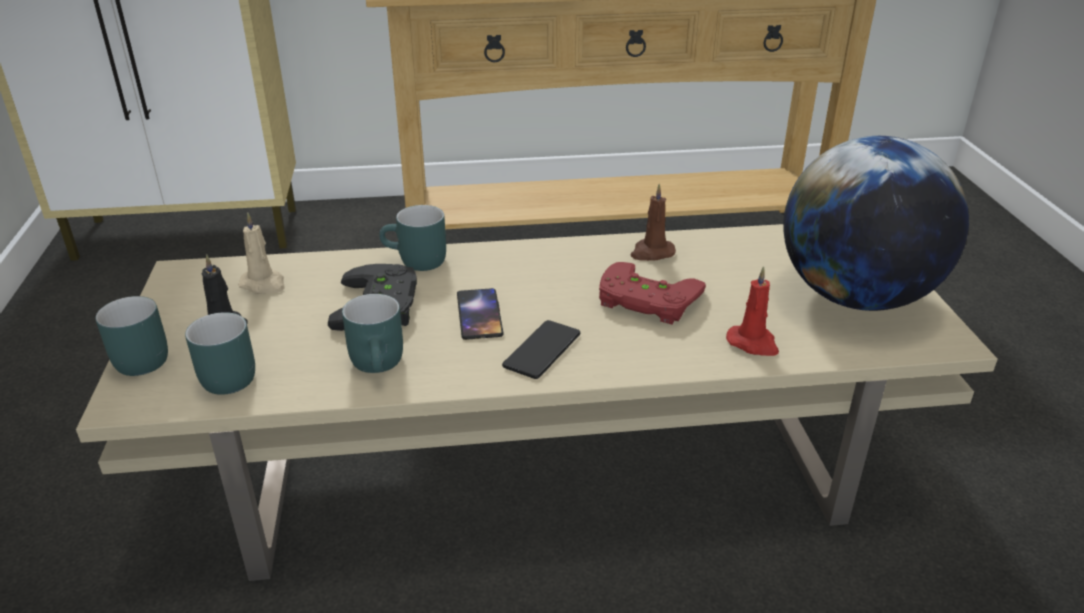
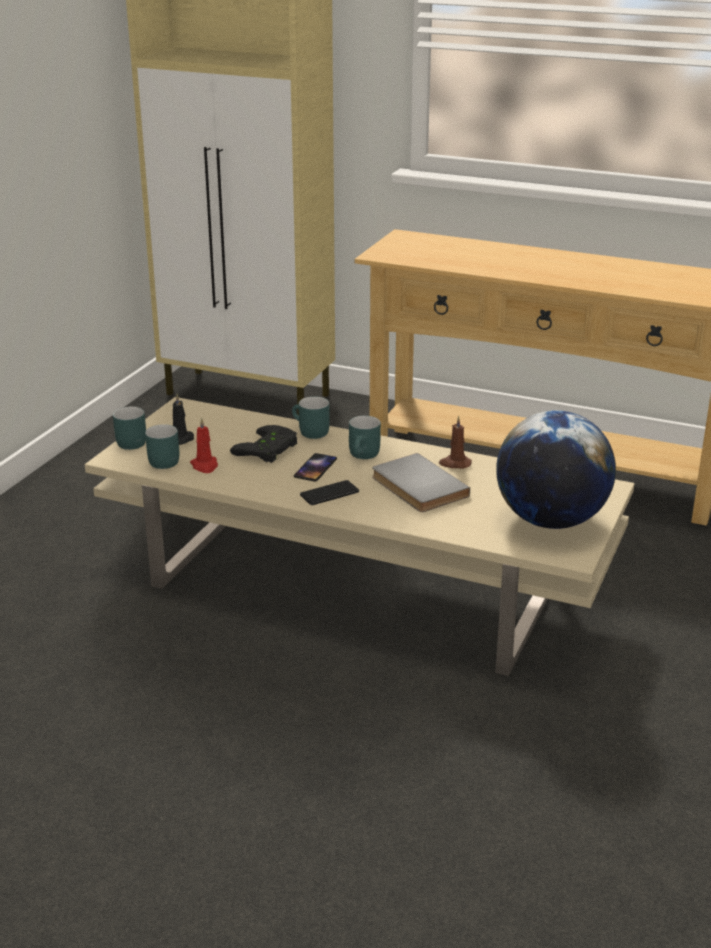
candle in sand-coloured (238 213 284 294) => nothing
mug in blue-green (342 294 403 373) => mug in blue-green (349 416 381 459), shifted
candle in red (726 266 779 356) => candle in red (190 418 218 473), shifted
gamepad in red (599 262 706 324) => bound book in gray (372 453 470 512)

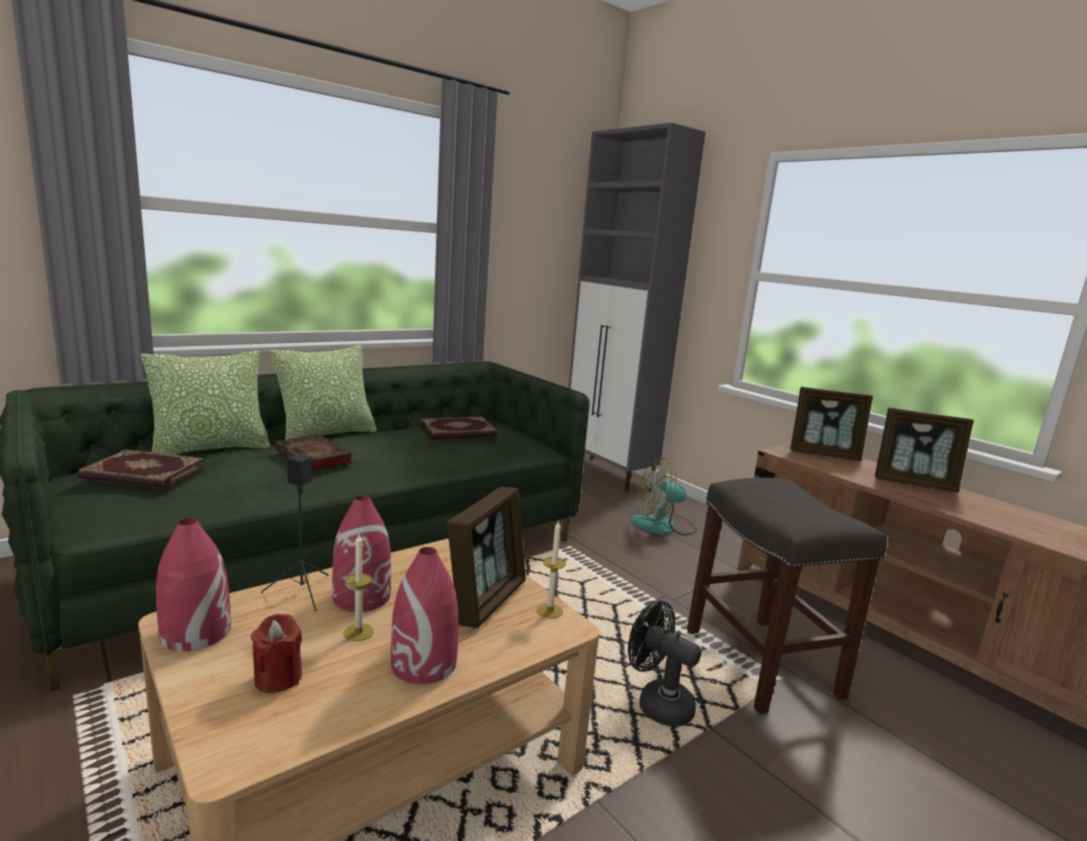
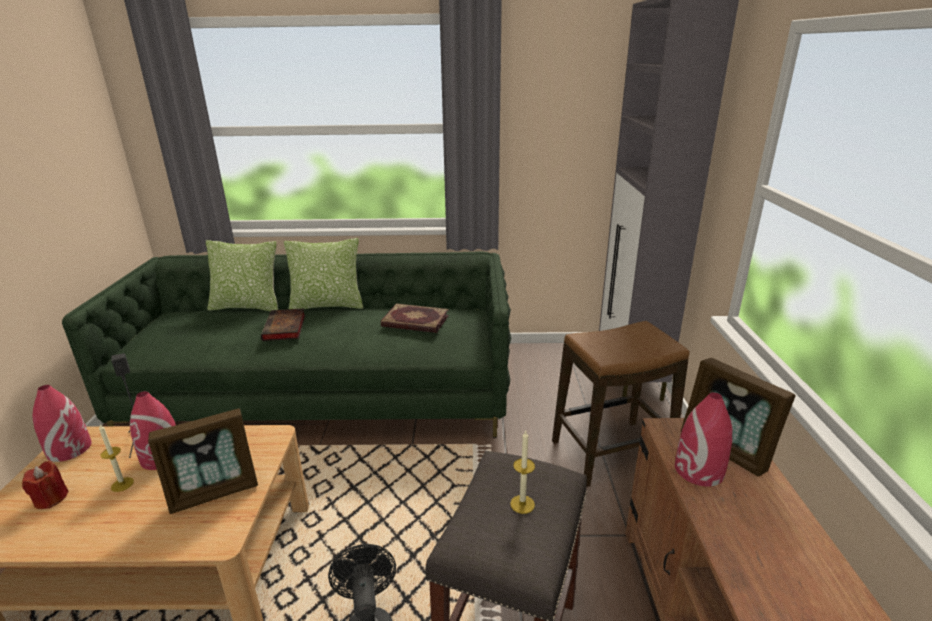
bound book (78 449 206 489) => nothing
picture frame (875 408 974 493) => nothing
vase in red (391 547 458 684) => vase in red (675 392 732 487), shifted
candle (537 520 566 619) => candle (510 431 535 514), shifted
electric fan (631 458 697 535) => sitting stool (552 321 689 487)

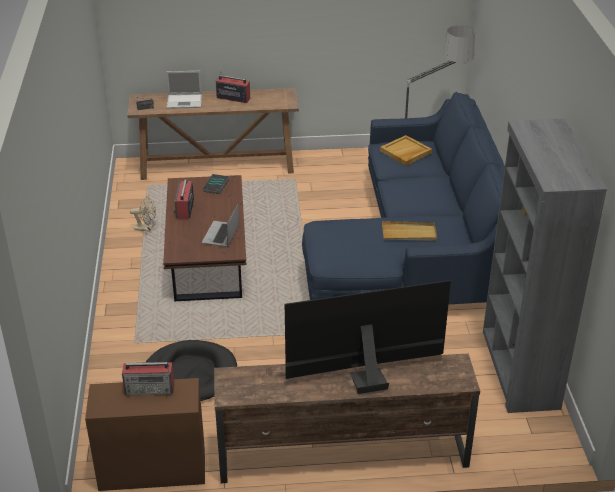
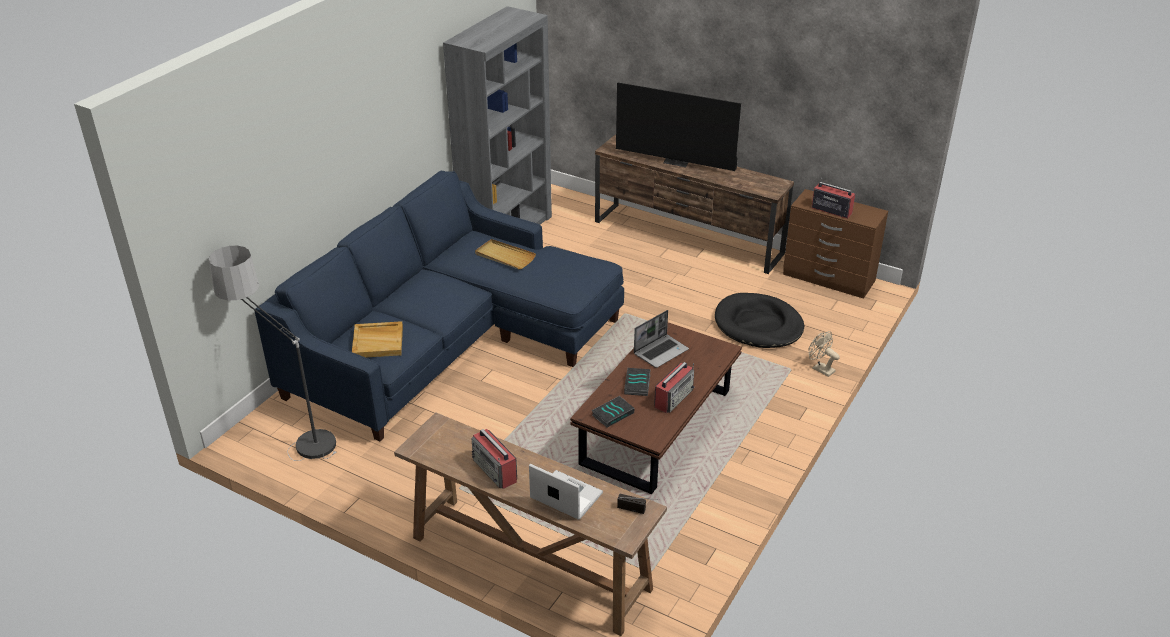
nothing => bound book (624 368 651 396)
electric fan in sand-coloured (130 196 156 232) => electric fan in sand-coloured (808 331 840 377), shifted

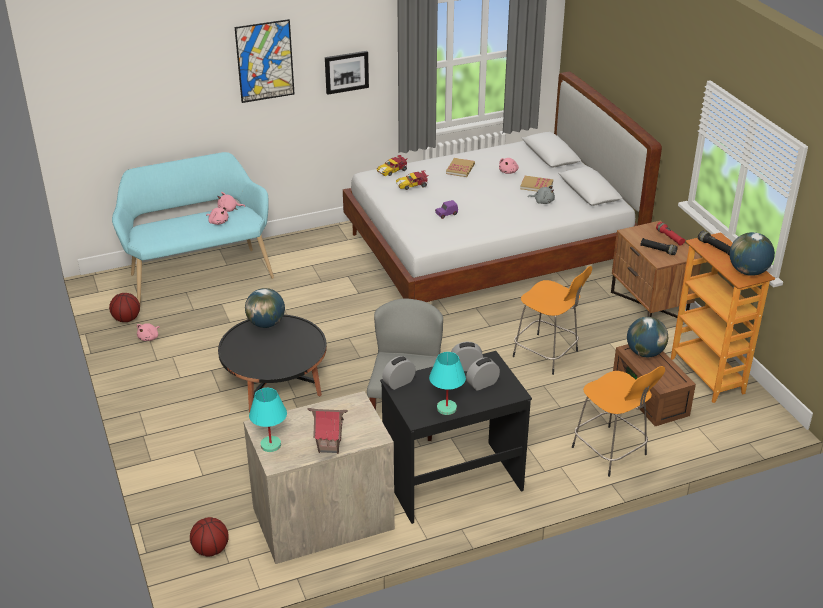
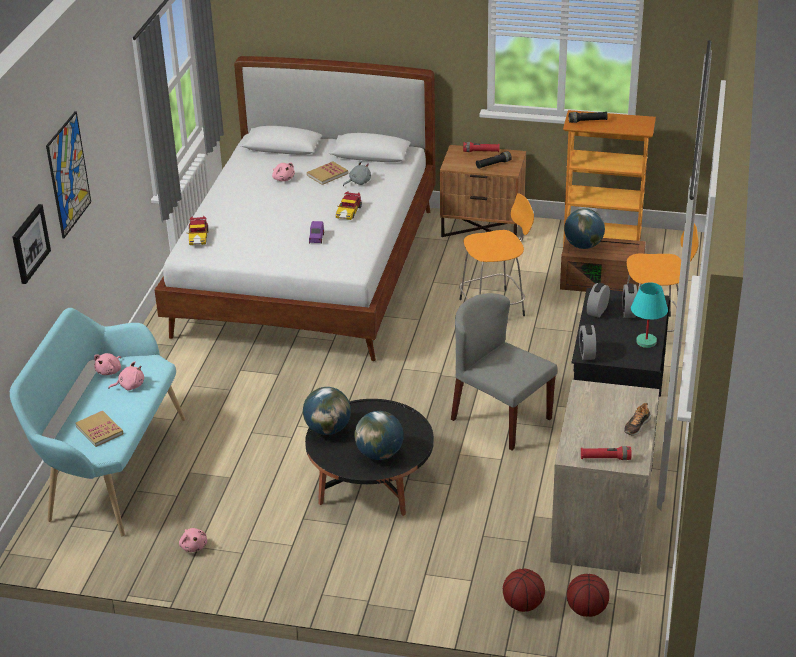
basketball (109 293 140 322) => basketball (503 569 545 612), shifted
picture (325 51 369 95) => picture (13 204 51 284), shifted
miniature car (396 171 429 190) => miniature car (336 191 362 220), shifted
bound book (446 158 475 177) => bound book (75 411 124 447), shifted
desk globe (730 232 775 276) => desk globe (354 411 404 460), shifted
tabletop lamp in blue-green (249 388 287 452) => hand torch in red (581 446 632 460)
toy house (308 408 348 454) => shoe (624 403 651 435)

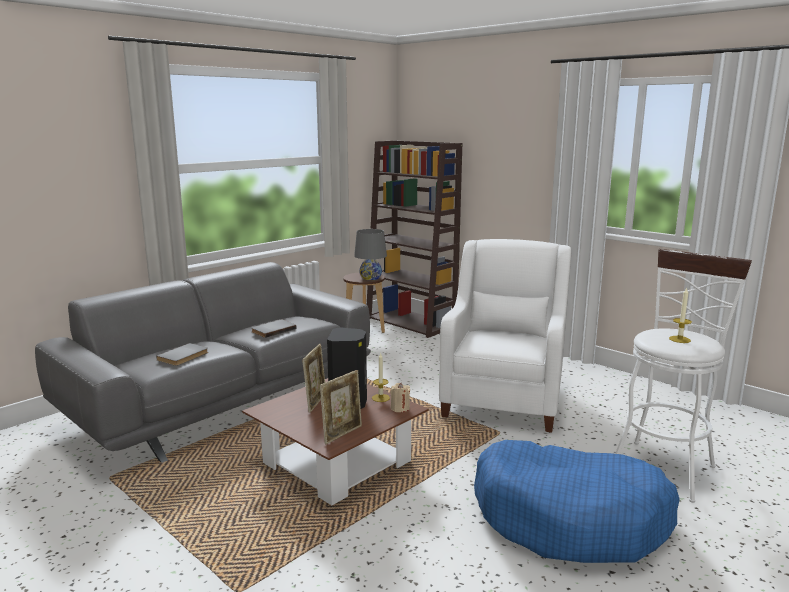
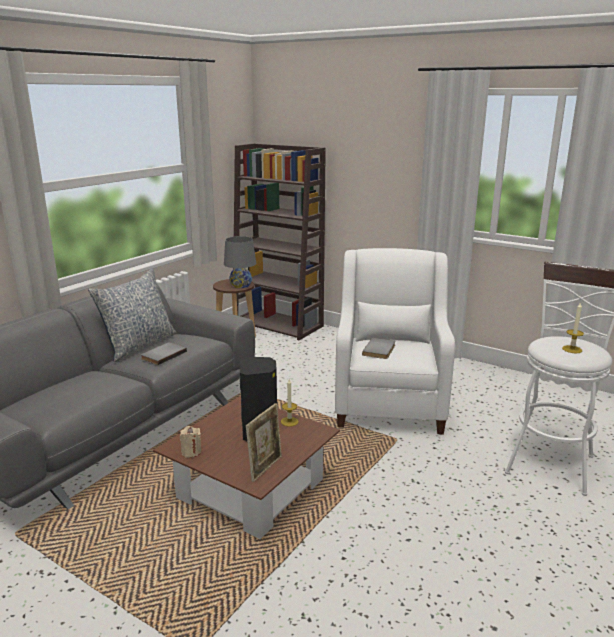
picture frame (302 344 325 413) => nothing
pet bed in blue-coloured (474 440 680 563) => nothing
nothing => throw pillow (88 269 176 362)
bound book in gray (156 343 208 366) => bound book in gray (362 337 395 359), shifted
candle in sand-coloured (390 383 410 412) => candle in sand-coloured (180 426 201 458), shifted

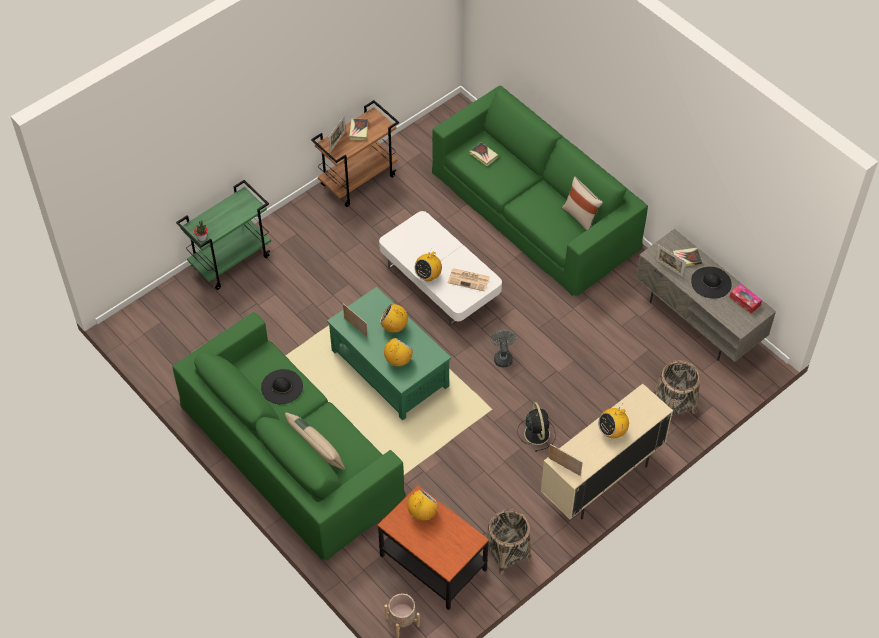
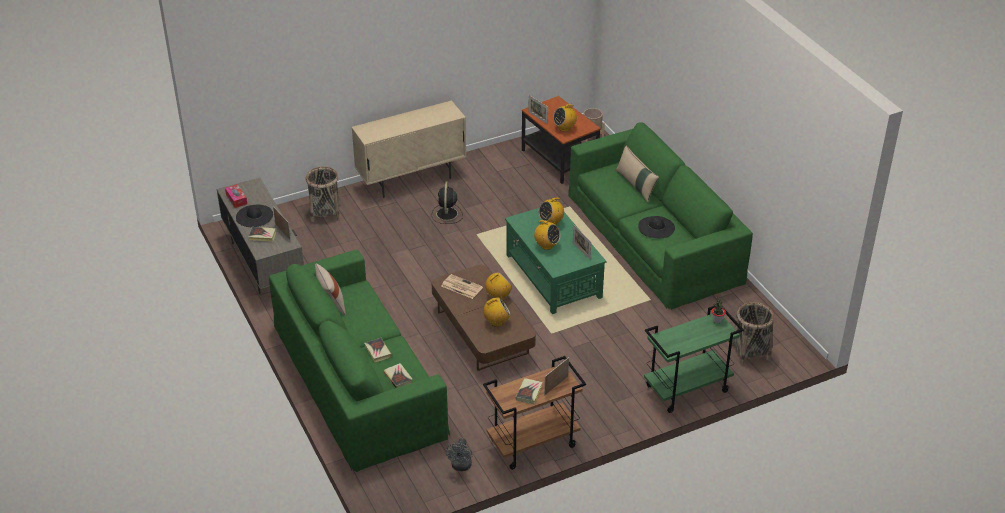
nothing => bound book (365 338 392 362)
storage basket (486 509 531 575) => storage basket (732 302 774 365), shifted
electric fan in gray (491 330 516 367) => electric fan in gray (446 438 472 471), shifted
picture frame (548 444 583 476) => picture frame (528 95 548 124), shifted
radio receiver (598 405 629 438) => radio receiver (483 298 511 327), shifted
low table in white-coloured (379 211 502 325) => low table in brown-coloured (431 265 536 371)

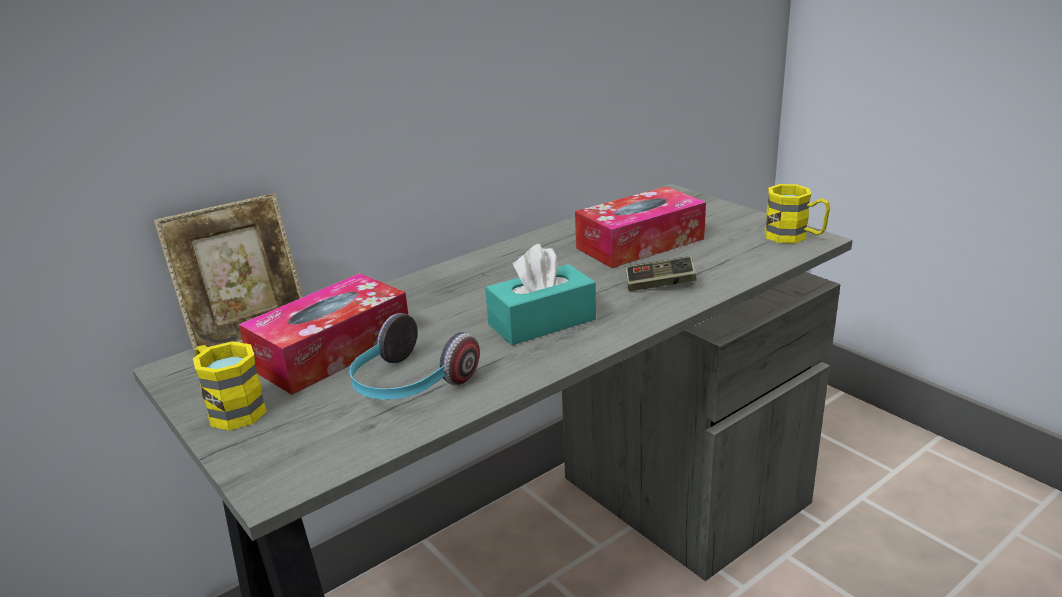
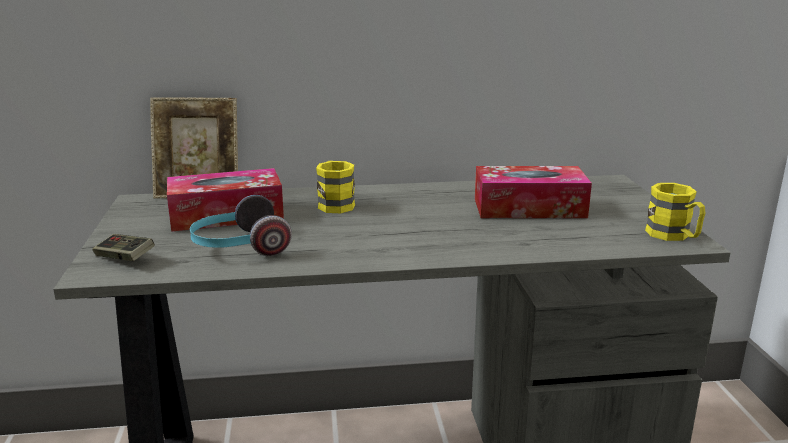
box of tissues in blue-green (485 244 596 345) => nothing
mug in yellowish (193 341 267 430) => mug in yellowish (316 161 355 213), shifted
gamepad (625 256 697 291) => gamepad (92 234 155 261), shifted

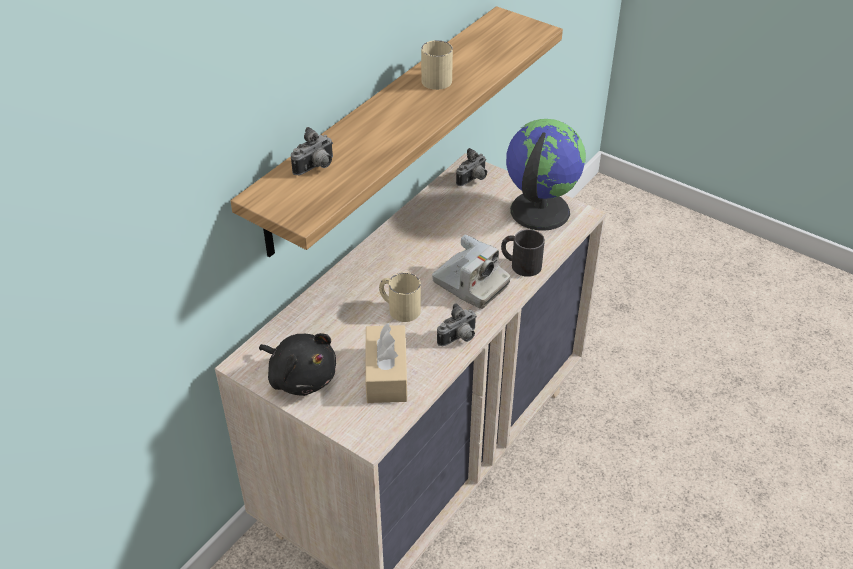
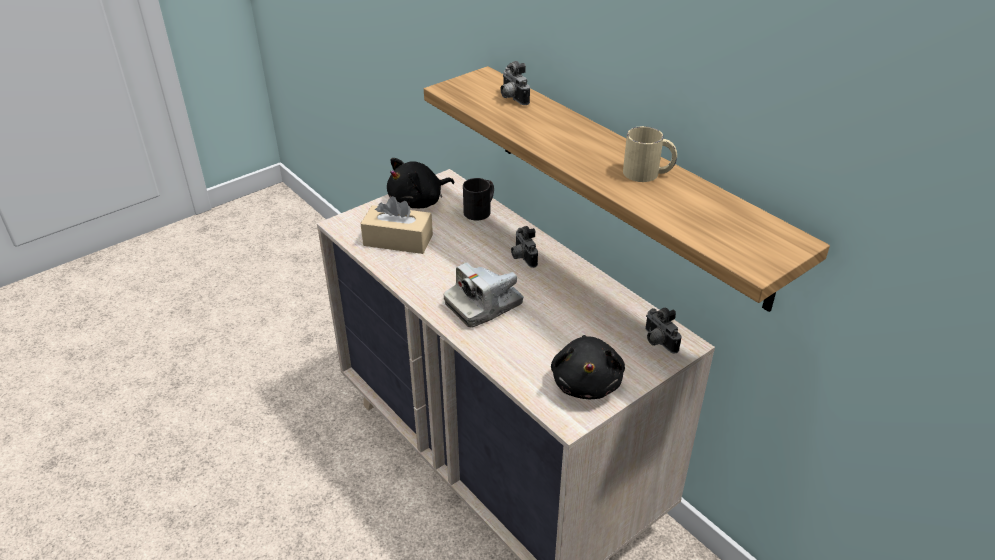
mug in sand-coloured (379 273 421 322) => nothing
still camera (437 303 477 346) => still camera (511 226 538 268), shifted
mug in blackish (501 229 545 277) => mug in blackish (463 178 494 221), shifted
desk globe (506 119 586 231) => plush toy in blackish (551 335 625 399)

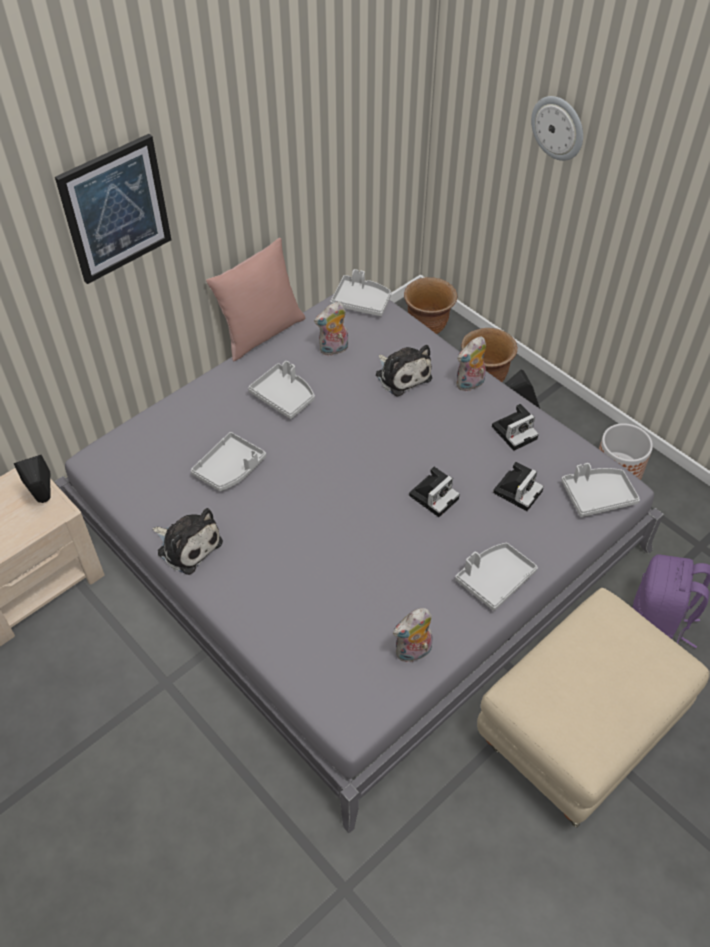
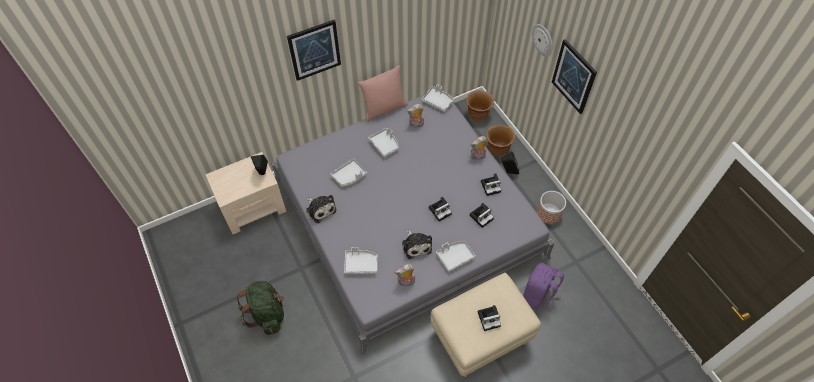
nothing => knapsack in greenish (237 280 285 335)
nothing => still camera (478 305 501 331)
nothing => picture (552 39 597 114)
plush toy (376 345 432 397) => plush toy (402 229 432 259), shifted
tray in gray (561 463 640 517) => tray in gray (344 247 377 274), shifted

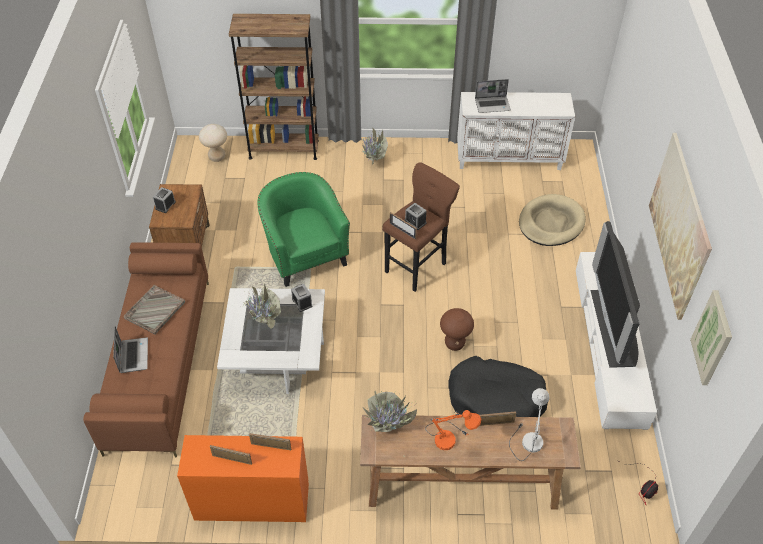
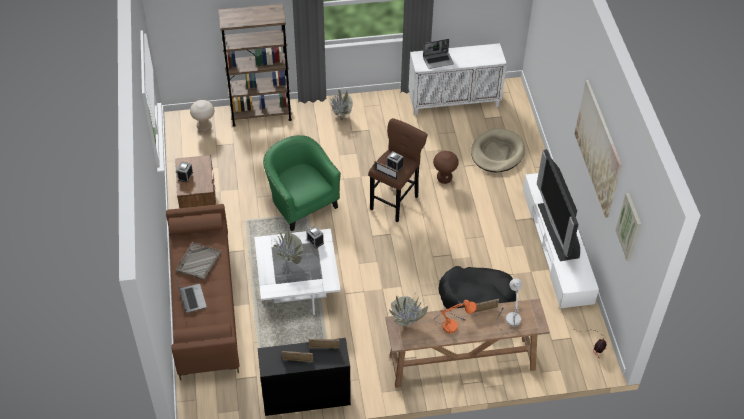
sitting stool in brown-coloured (440 308 474 351) => sitting stool in brown-coloured (433 151 459 184), shifted
desk table in orangey (177 435 309 522) => desk table in blackish (258 338 351 416)

